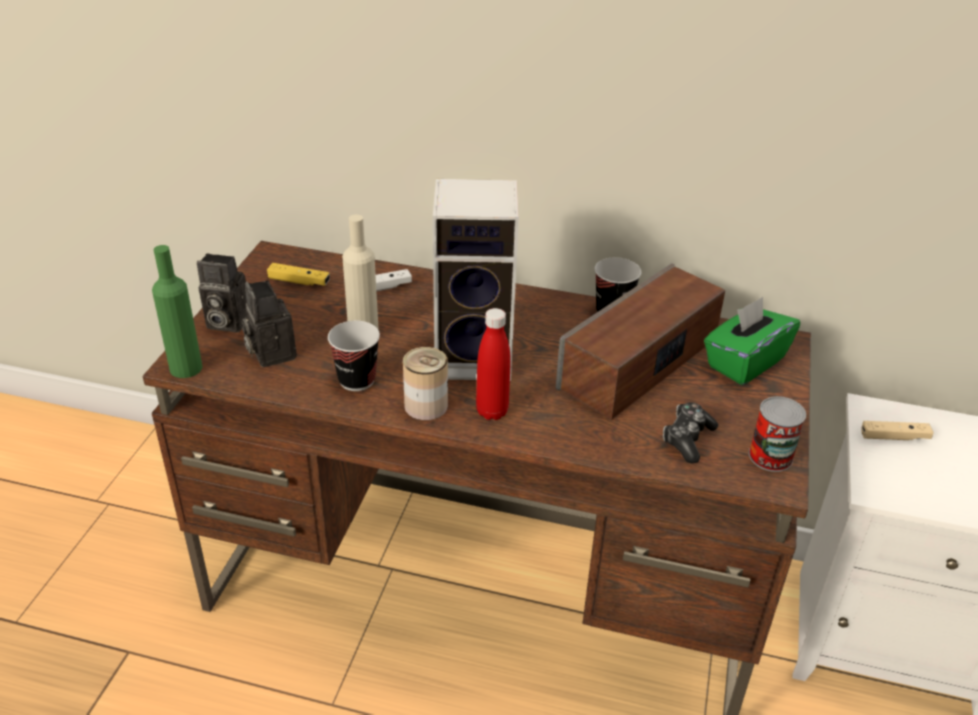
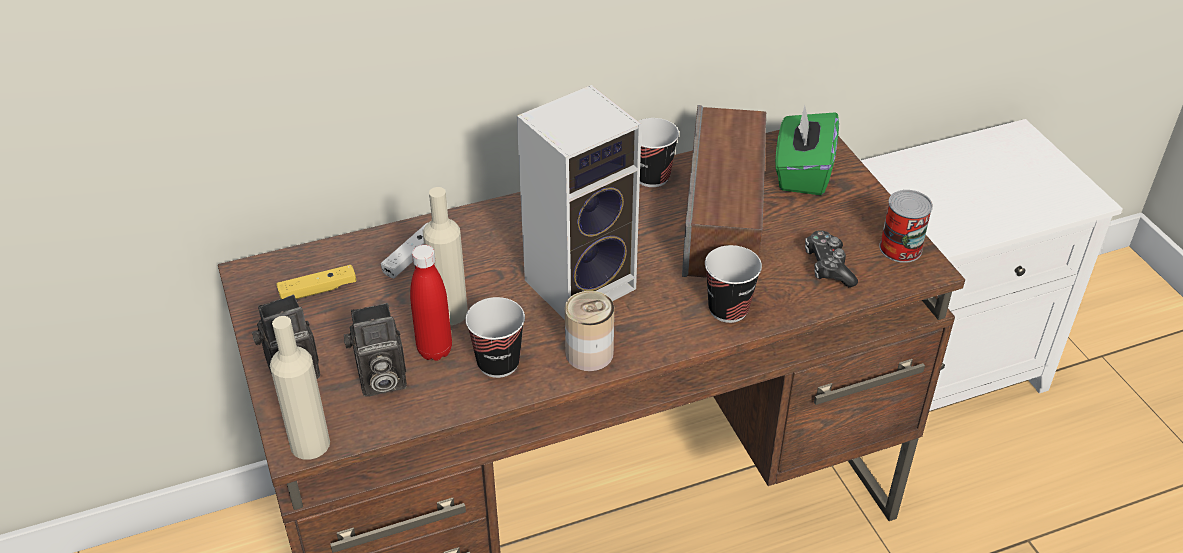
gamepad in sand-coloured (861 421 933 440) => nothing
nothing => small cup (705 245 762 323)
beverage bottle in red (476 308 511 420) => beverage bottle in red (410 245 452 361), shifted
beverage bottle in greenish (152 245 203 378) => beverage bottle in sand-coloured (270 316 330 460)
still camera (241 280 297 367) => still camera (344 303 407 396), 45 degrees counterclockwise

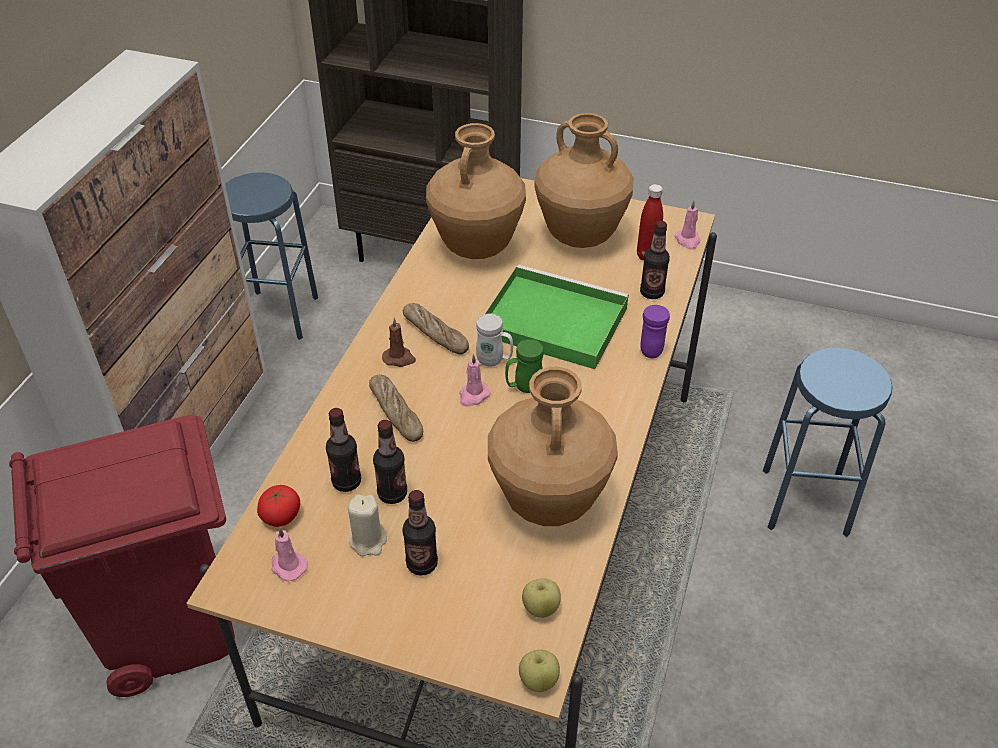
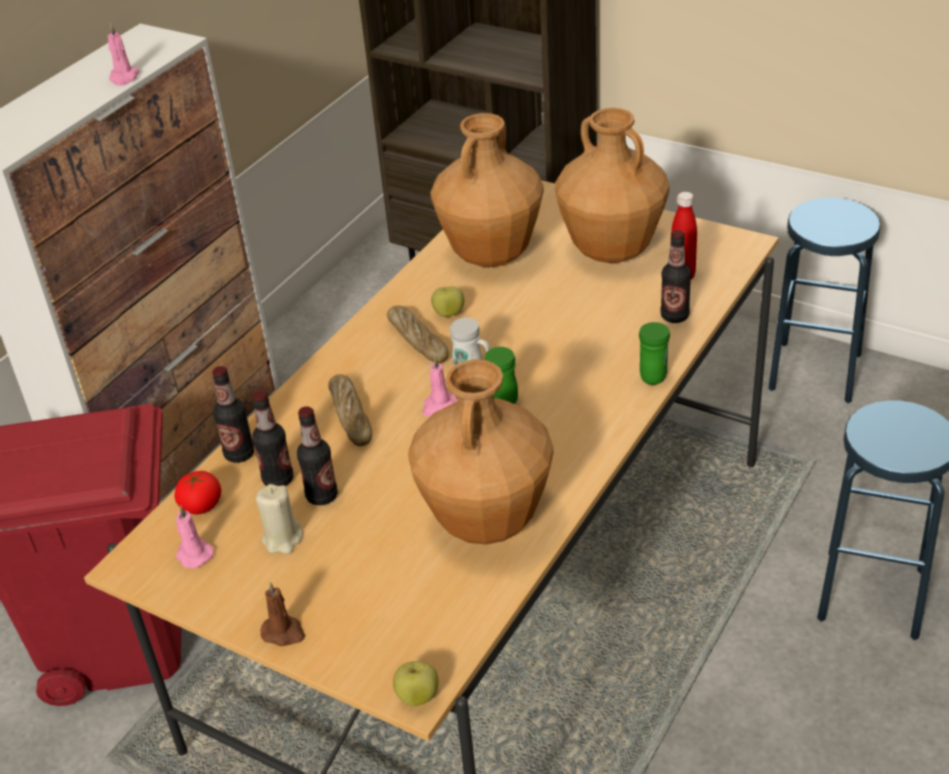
tray in greenish (485 264 629 369) => nothing
sitting stool in blue-coloured (225 172 318 340) => sitting stool in blue-coloured (769 198 881 403), shifted
candle in brown-coloured (382 318 416 367) => candle in brown-coloured (261 582 305 646), shifted
beverage bottle (402 490 438 576) => beverage bottle (212 366 254 463), shifted
apple fruit (522 578 561 618) => apple fruit (431 286 464 317), shifted
candle in pink-coloured (674 200 700 250) => candle in pink-coloured (107 22 140 86), shifted
mug in purple-coloured (640 305 670 358) => mug in greenish (639 322 670 385)

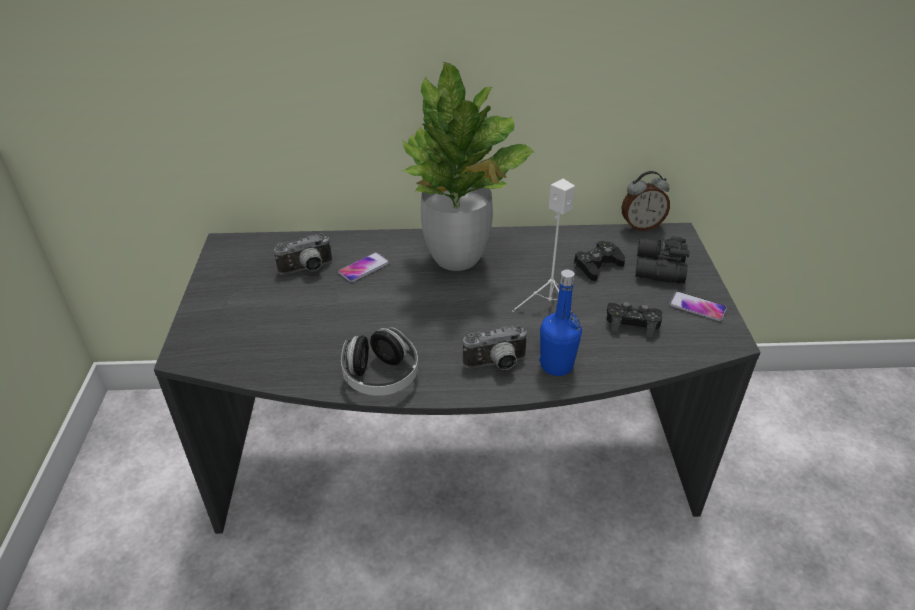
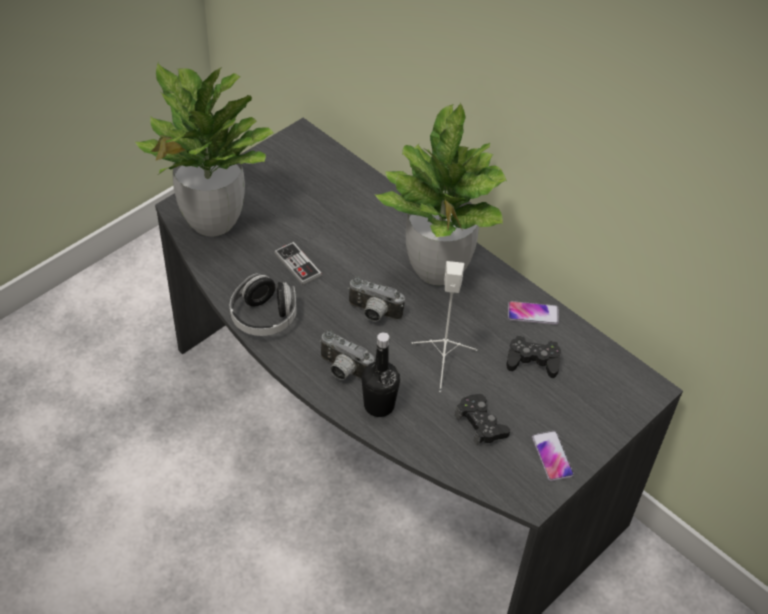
alarm clock (622 171 670 231) => nothing
pair of binoculars in blackish (635 236 690 283) => nothing
nothing => houseplant (135 62 274 236)
nothing => gamepad (274 242 322 285)
still camera (274 234 332 275) => still camera (348 276 405 322), shifted
handset (338 252 390 282) => handset (508 301 559 325), shifted
beverage bottle in blue-coloured (539 270 582 376) => beverage bottle in blackish (362 332 400 417)

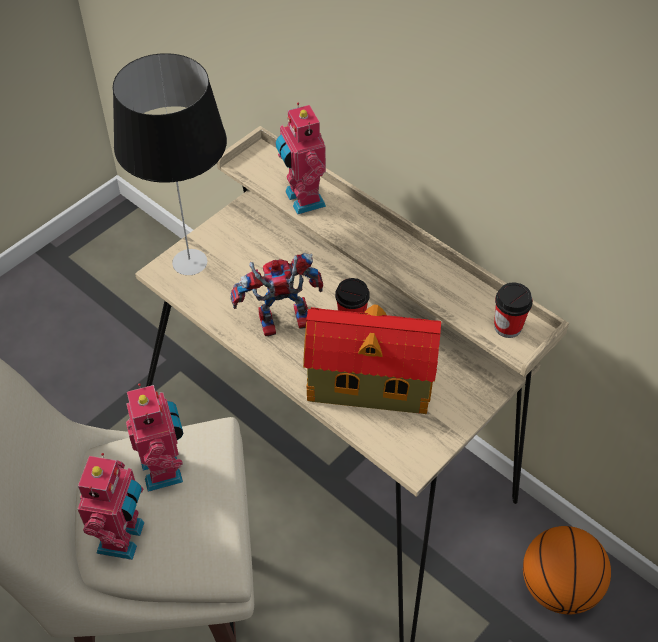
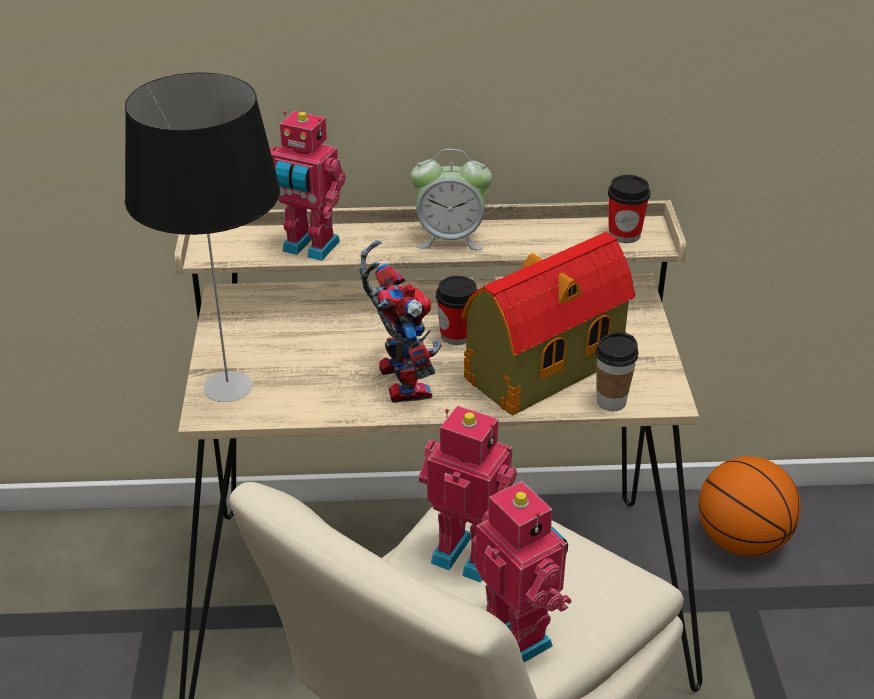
nothing => alarm clock (411 149 492 250)
nothing => small cup (595 332 638 411)
model robot (230 253 323 336) => model robot (360 240 442 403), 135 degrees clockwise

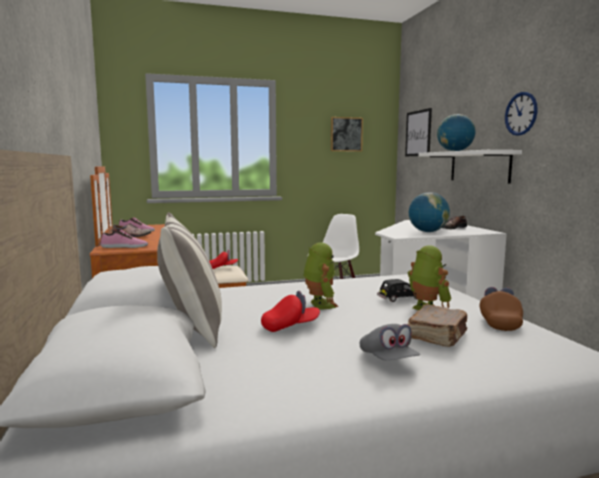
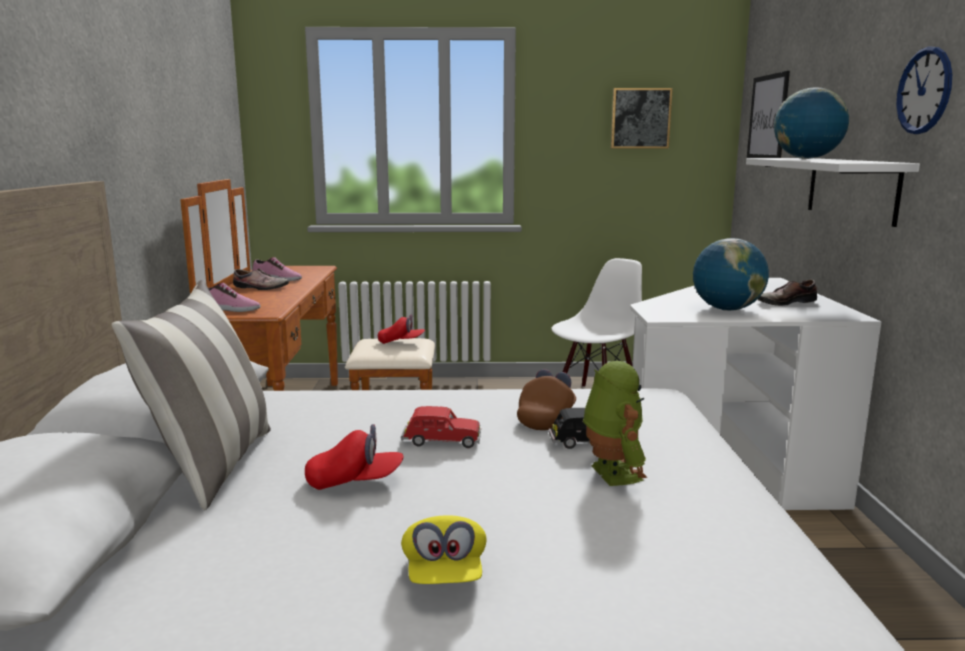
bound book in brown-coloured (408 304 467 347) => nothing
cap in brown-coloured (479 287 523 331) => cap in brown-coloured (517 369 576 430), shifted
model robot (303 242 338 310) => miniature car in red (401 406 481 448)
cap in gray (360 324 420 360) => cap in yellowish (401 515 487 584)

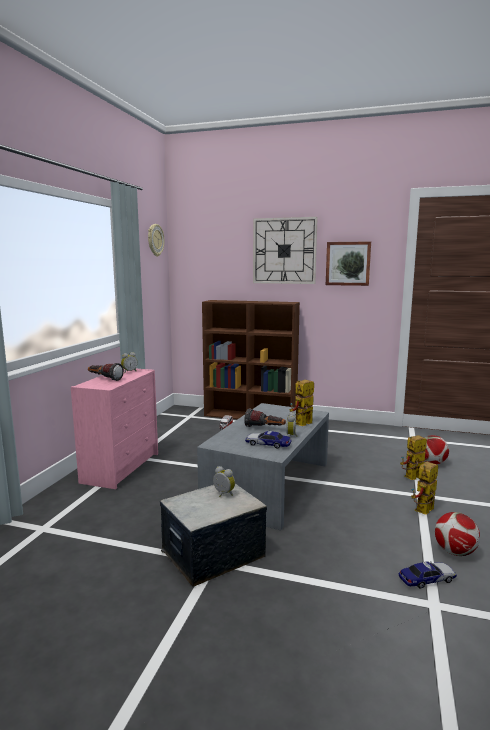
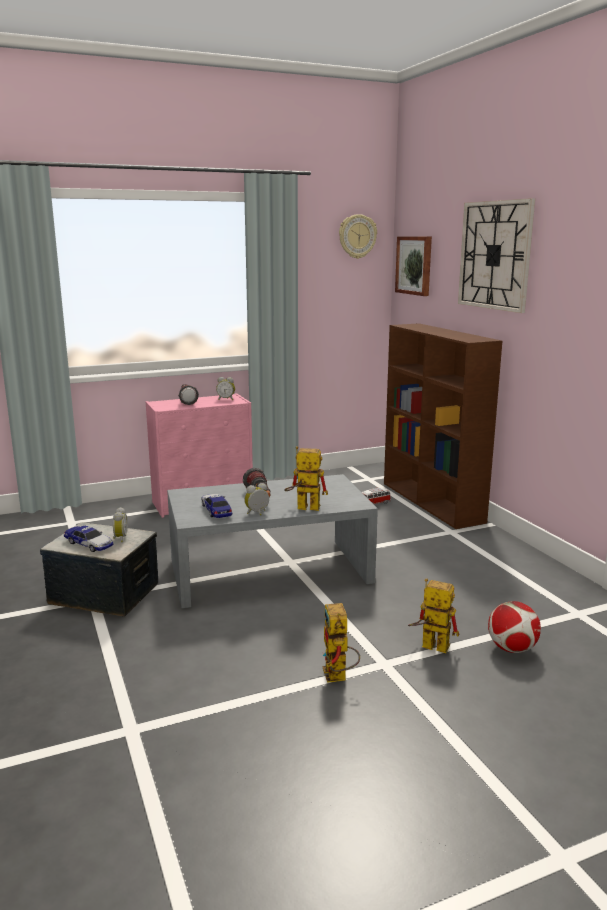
football ball (435 512 480 556) => nothing
picture (326 241 371 286) => picture (395 236 432 296), shifted
miniature car (399 561 457 589) => miniature car (64 526 114 552), shifted
model robot (411 462 438 515) => model robot (323 603 360 683), 105 degrees counterclockwise

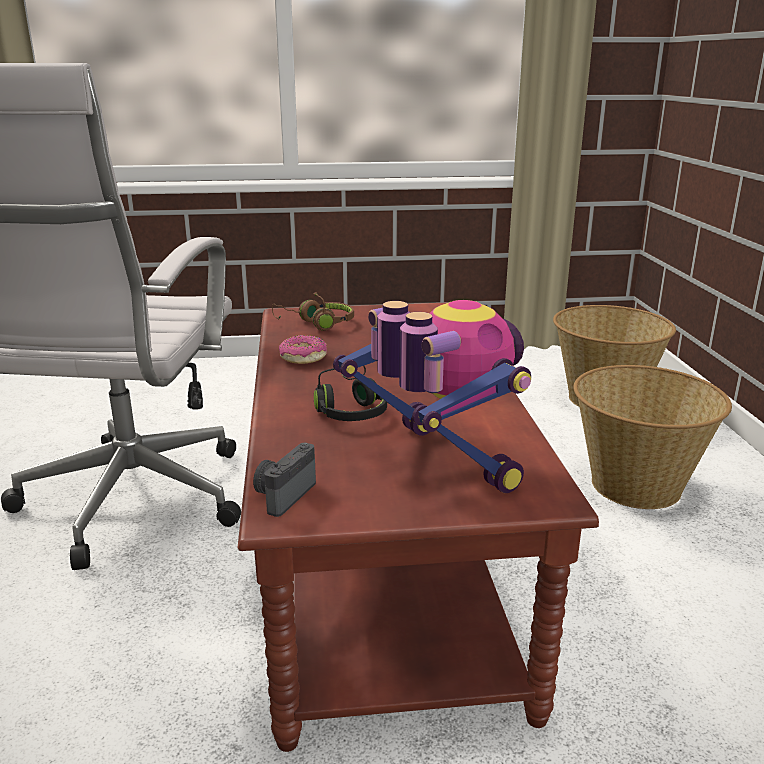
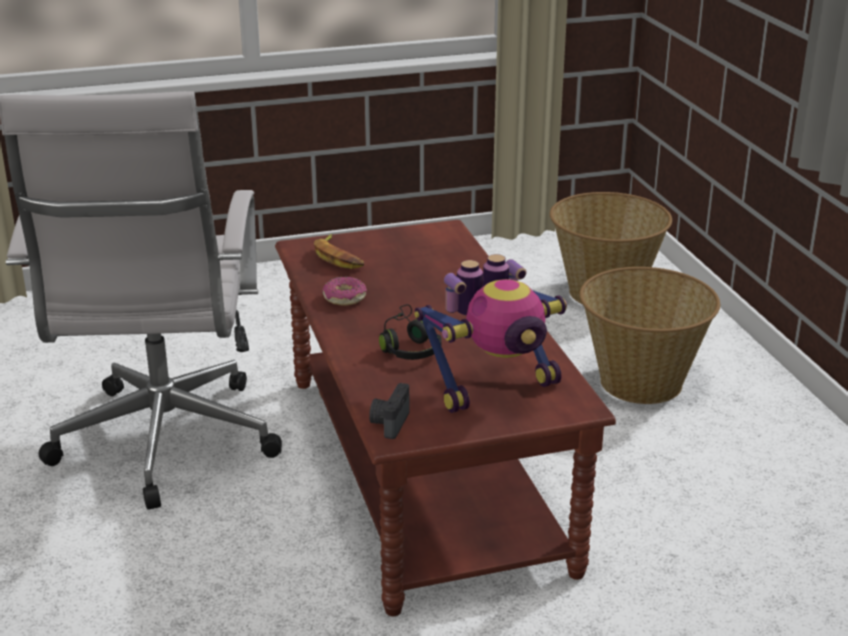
pair of headphones in brown-coloured (272 292 354 331) => whole banana (314 234 364 269)
model robot (333 300 531 493) => model robot (414 254 567 413), 105 degrees clockwise

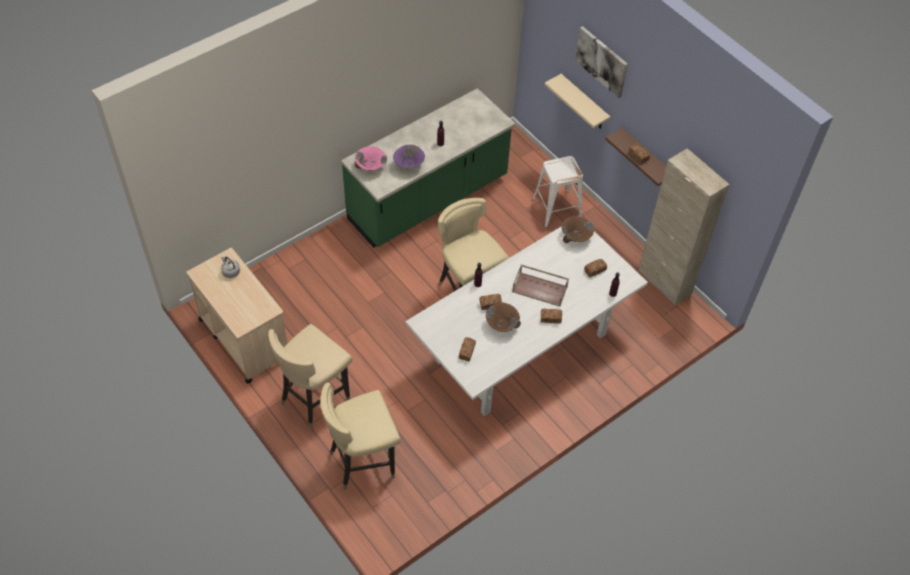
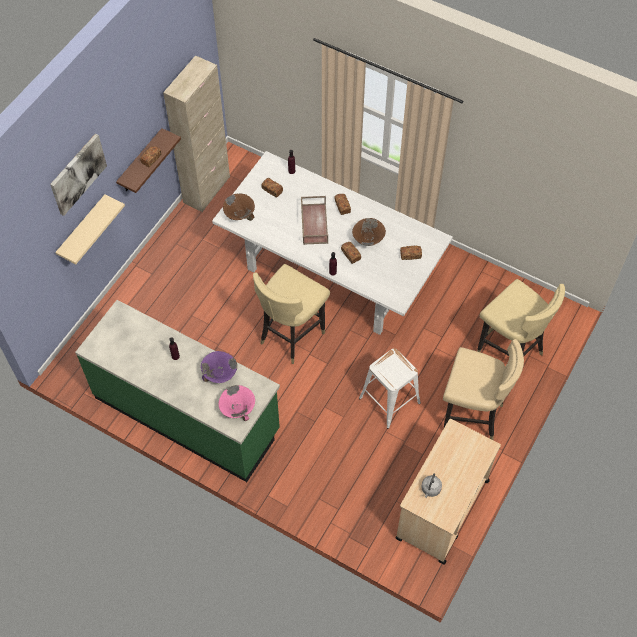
sitting stool in white-coloured (532 156 583 228) => sitting stool in white-coloured (359 348 421 429), shifted

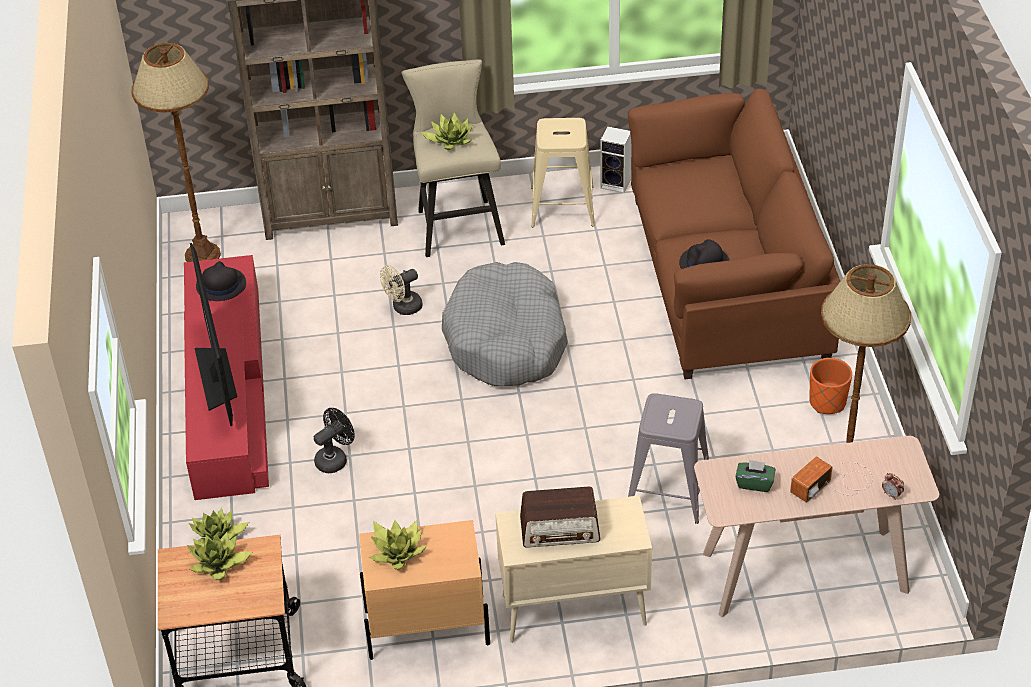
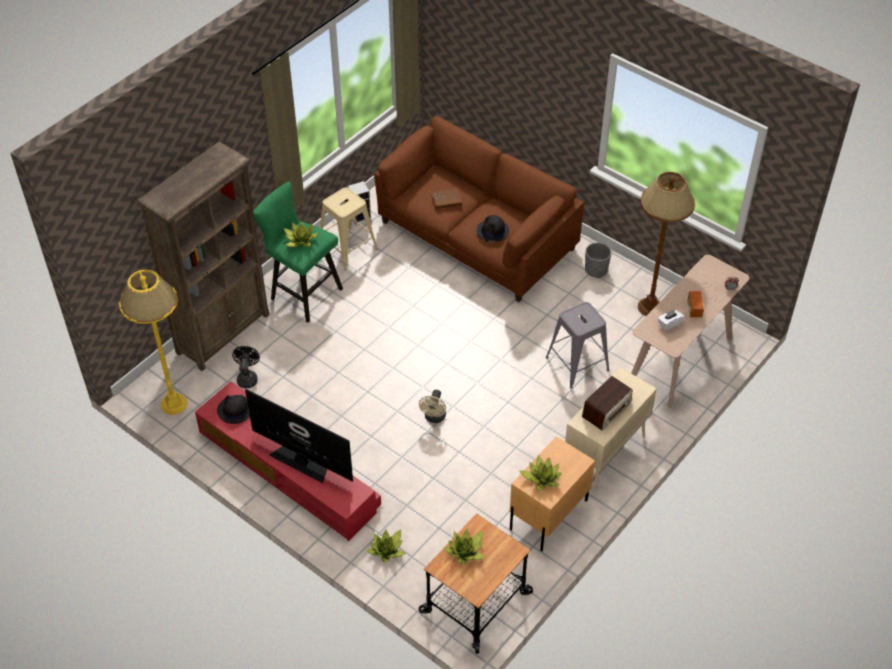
pet bed in gray (442 262 568 386) => nothing
nothing => bound book in brown-coloured (431 189 462 209)
electric fan in blackish (314 408 355 473) => electric fan in blackish (232 346 260 388), shifted
electric fan in sand-coloured (380 265 423 315) => electric fan in sand-coloured (419 390 446 423), shifted
standing lamp in brown-coloured (131 43 221 262) => standing lamp in yellowish (119 270 187 415)
sitting stool in sand-coloured (401 59 505 257) => sitting stool in greenish (253 181 343 323)
box of tissues in greenish (735 459 776 492) => box of tissues in white-coloured (658 309 684 331)
planter in orangey (809 358 852 414) => planter in gray (585 242 612 278)

